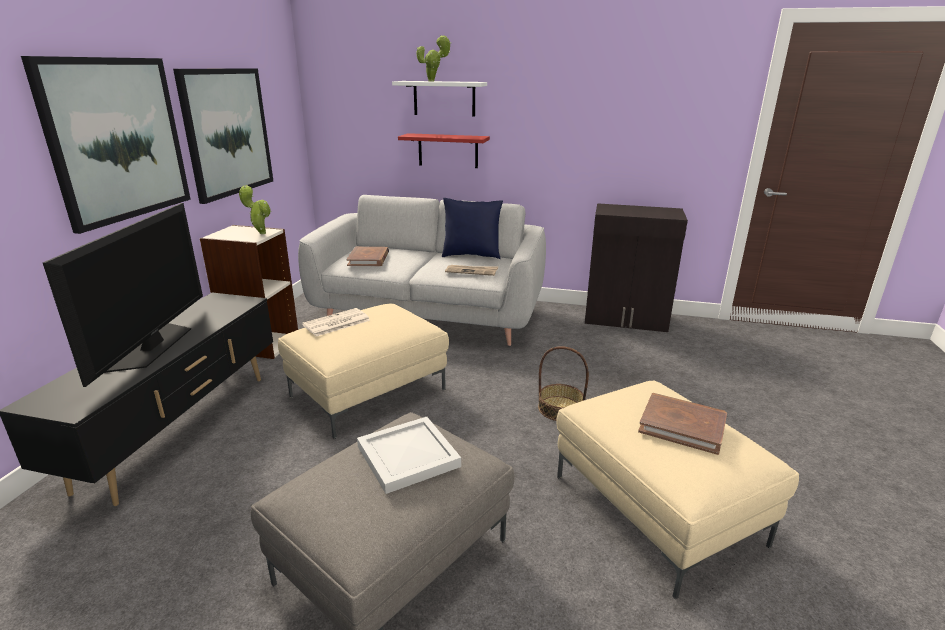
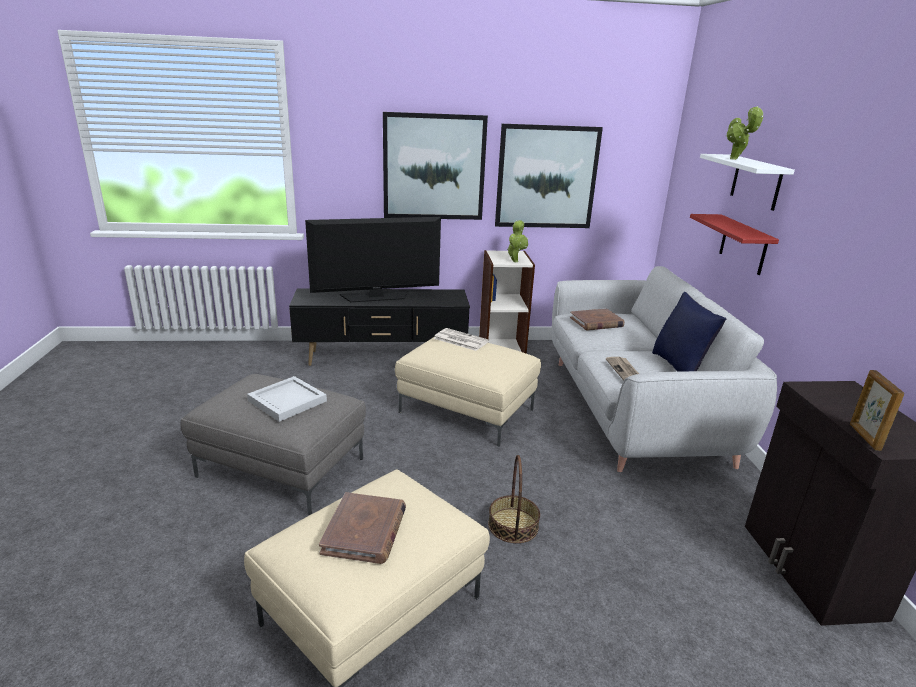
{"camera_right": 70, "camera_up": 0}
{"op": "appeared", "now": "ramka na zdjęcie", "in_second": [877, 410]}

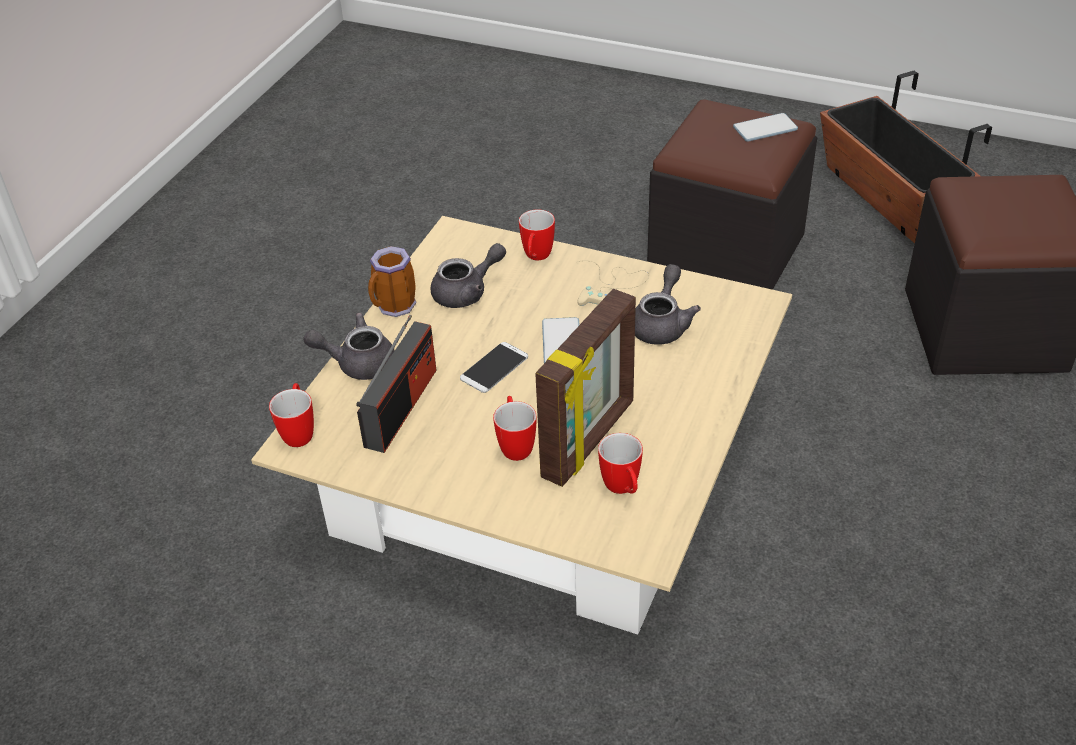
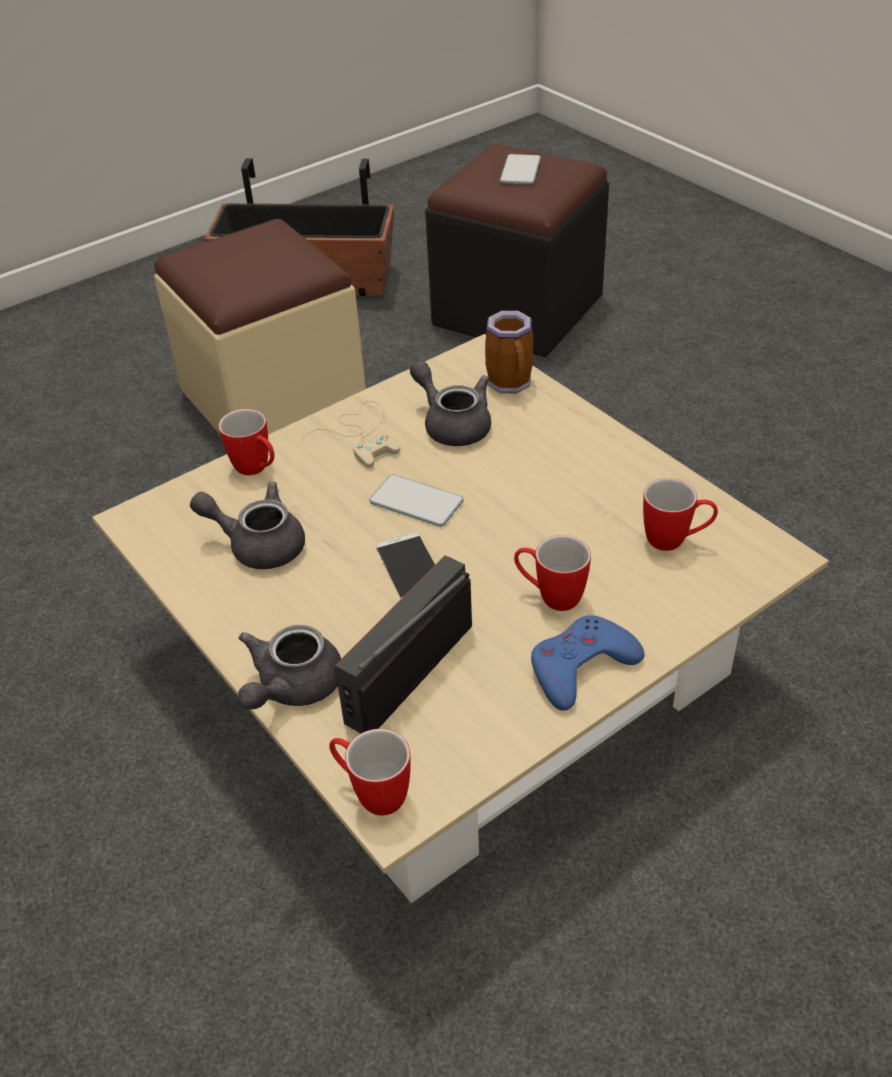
{"camera_right": -60, "camera_up": 0}
{"op": "spun", "was": "radio", "in_first": [396, 384], "in_second": [403, 644], "clockwise": -105}
{"op": "relocated", "was": "kubek", "in_first": [392, 281], "in_second": [509, 352]}
{"op": "spun", "was": "imbryk (szary)", "in_first": [468, 275], "in_second": [247, 525], "clockwise": -75}
{"op": "missing", "was": "ramka na zdjęcie", "in_first": [585, 388]}
{"op": "colour", "was": "pufa (czarny)", "now": "pufa (beżowy)", "in_first": [732, 194], "in_second": [260, 327]}
{"op": "relocated", "was": "telefon", "in_first": [765, 127], "in_second": [520, 169]}
{"op": "appeared", "now": "pad do gier (niebieski)", "in_second": [588, 663]}

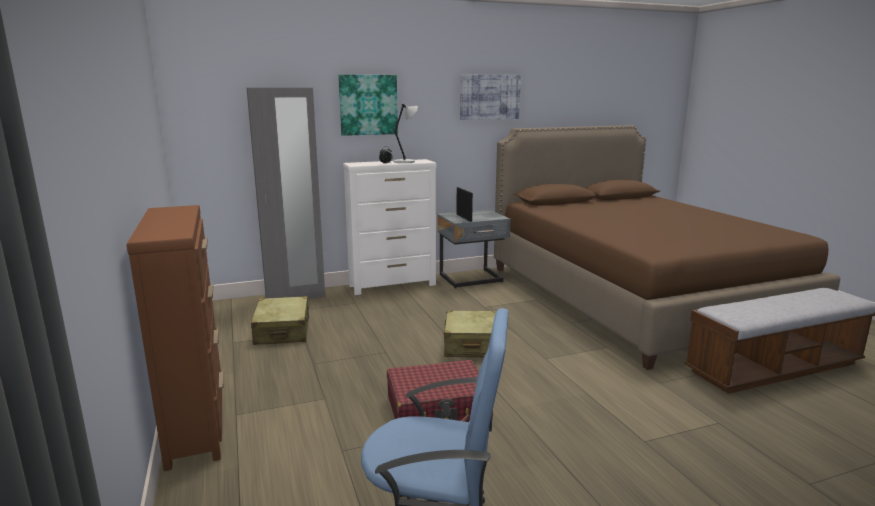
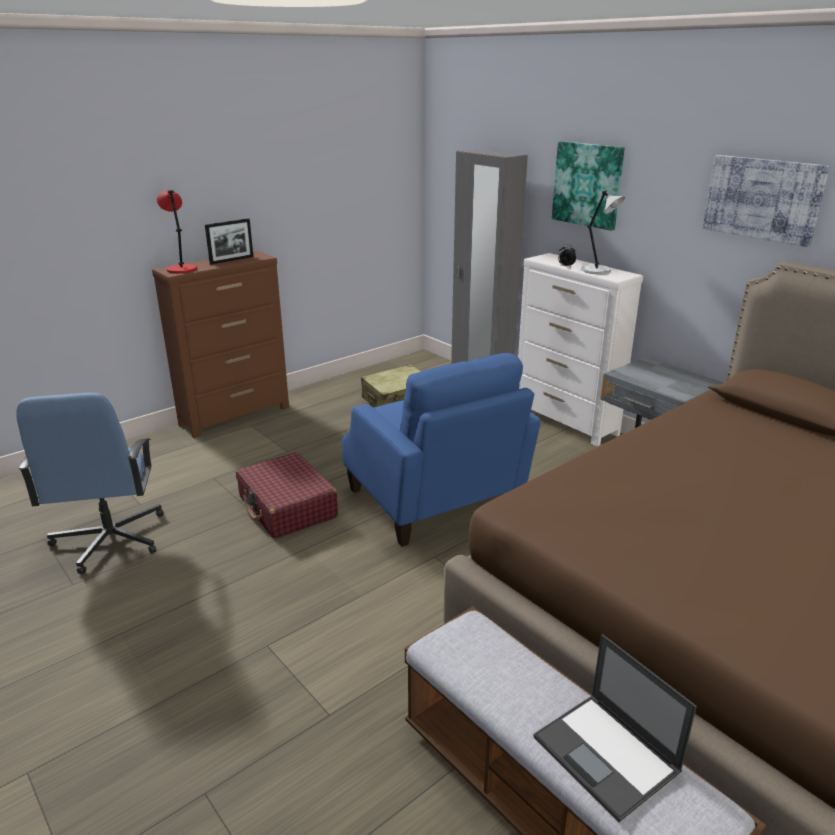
{"camera_right": 70, "camera_up": 10}
{"op": "exchanged", "was": "walizka (beżowy)", "now": "fotel (niebieski)", "in_first": [470, 334], "in_second": [441, 450]}
{"op": "relocated", "was": "ramka na zdjęcie", "in_first": [464, 204], "in_second": [229, 241]}
{"op": "appeared", "now": "lampa stołowa (czerwony)", "in_second": [177, 231]}
{"op": "appeared", "now": "laptop", "in_second": [615, 728]}

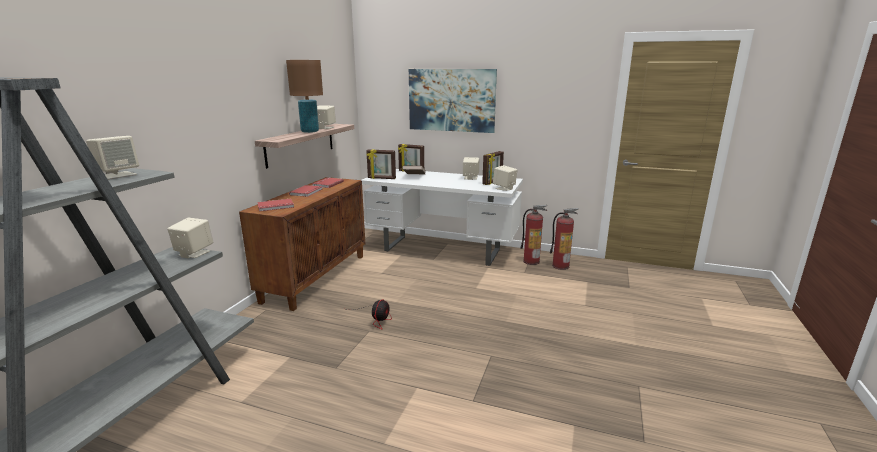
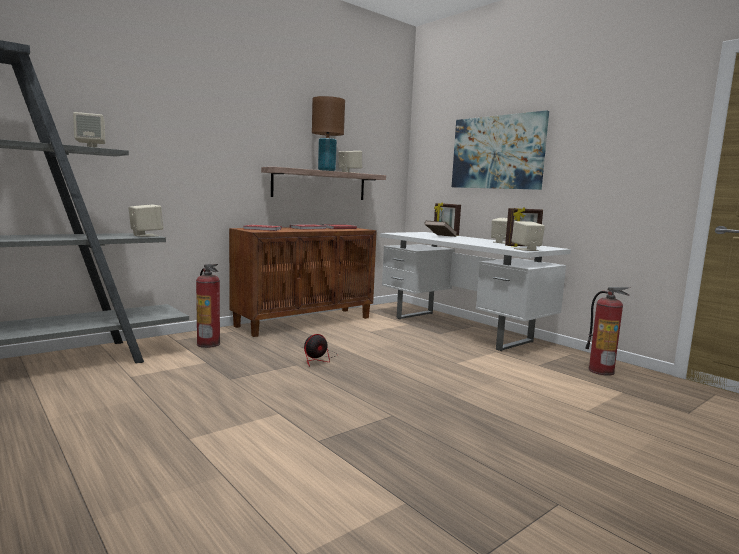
{"camera_right": 30, "camera_up": -10}
{"op": "missing", "was": "ramka na zdjęcie", "in_first": [381, 164]}
{"op": "relocated", "was": "gaśnica", "in_first": [534, 235], "in_second": [208, 306]}

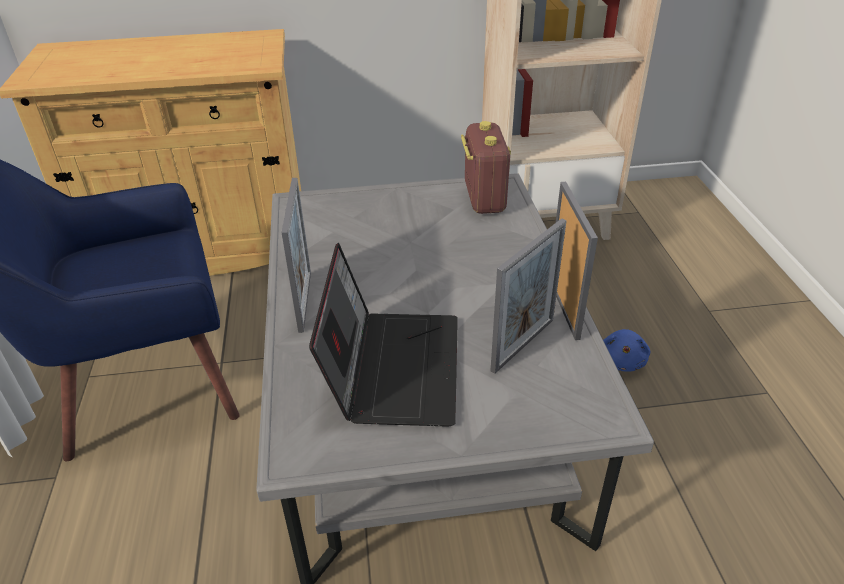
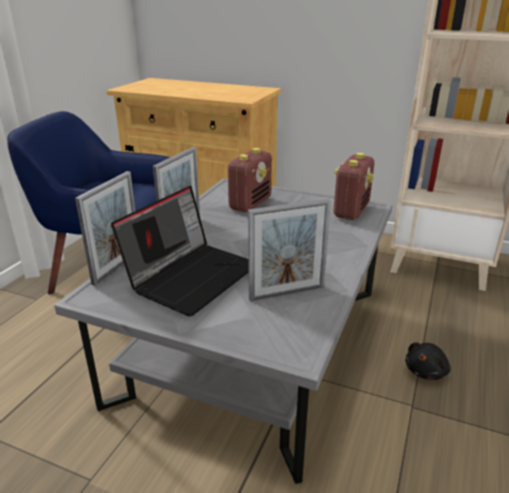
{"camera_right": 30, "camera_up": -10}
{"op": "relocated", "was": "ramka na zdjęcie", "in_first": [577, 261], "in_second": [105, 228]}
{"op": "colour", "was": "pluszak (niebieski)", "now": "pluszak (czarny)", "in_first": [626, 350], "in_second": [428, 361]}
{"op": "appeared", "now": "radio", "in_second": [249, 180]}

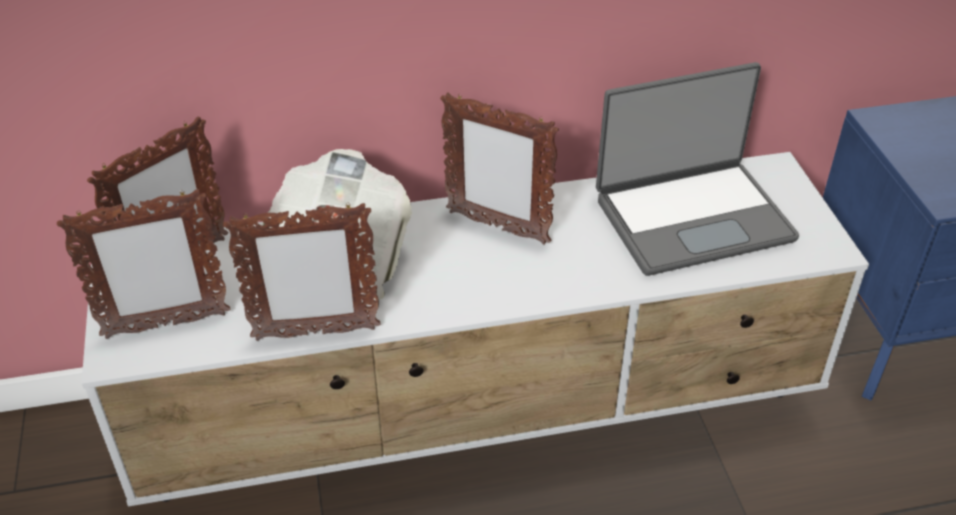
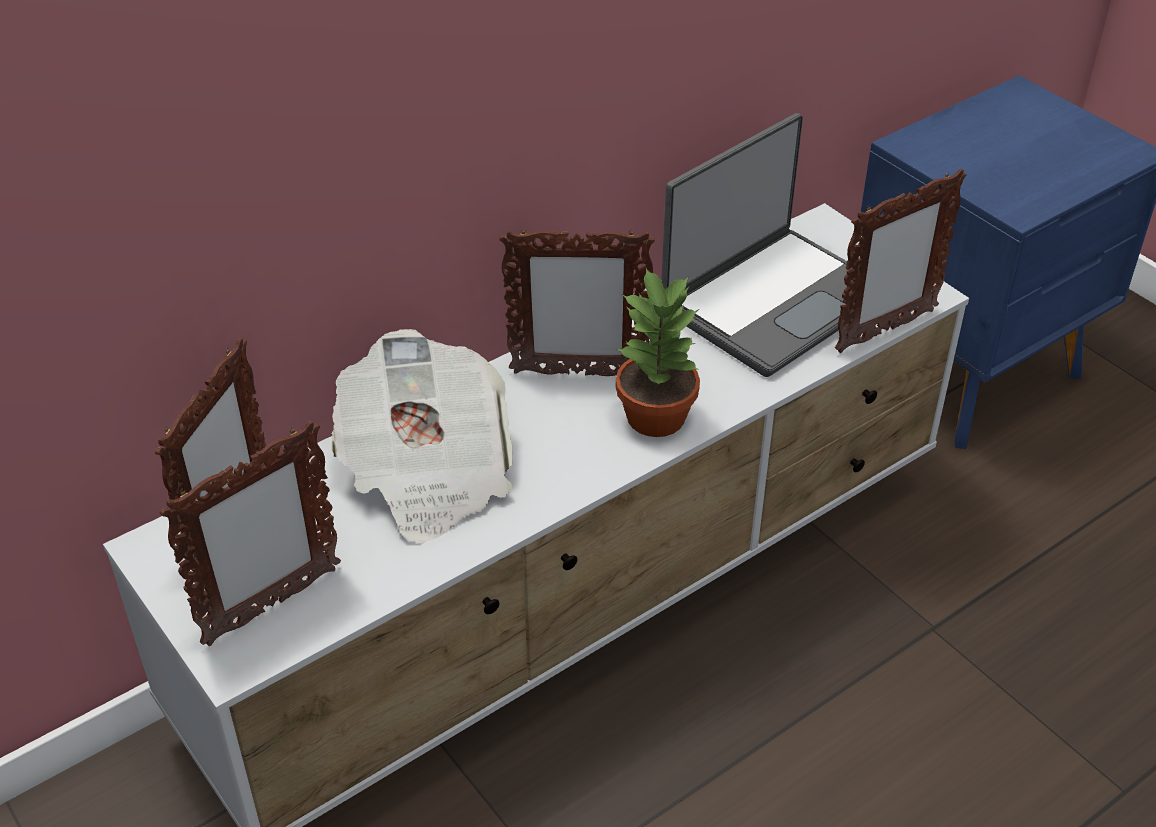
{"camera_right": -25, "camera_up": 0}
{"op": "relocated", "was": "ramka na zdjęcie", "in_first": [302, 271], "in_second": [901, 261]}
{"op": "appeared", "now": "roślina doniczkowa", "in_second": [658, 352]}

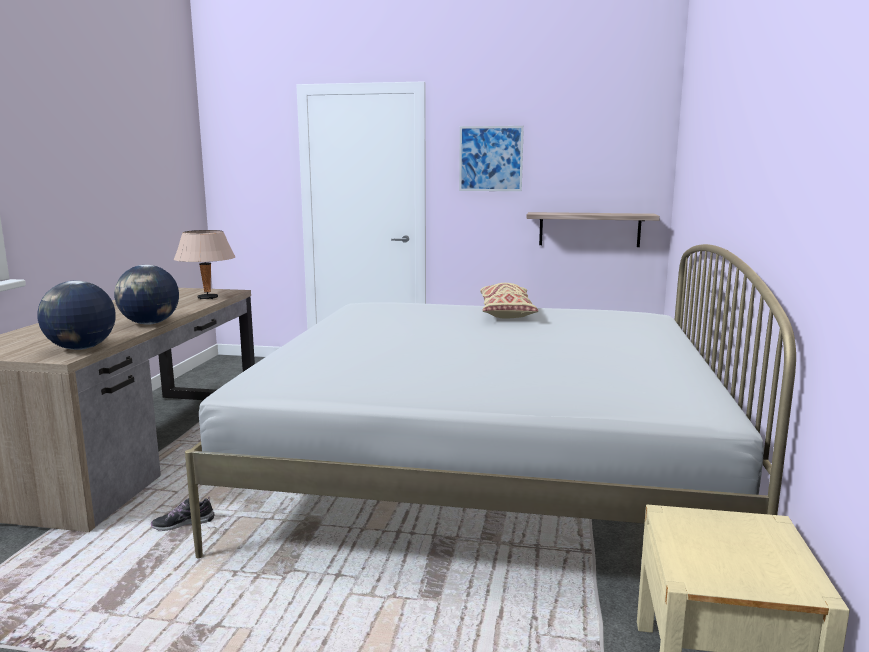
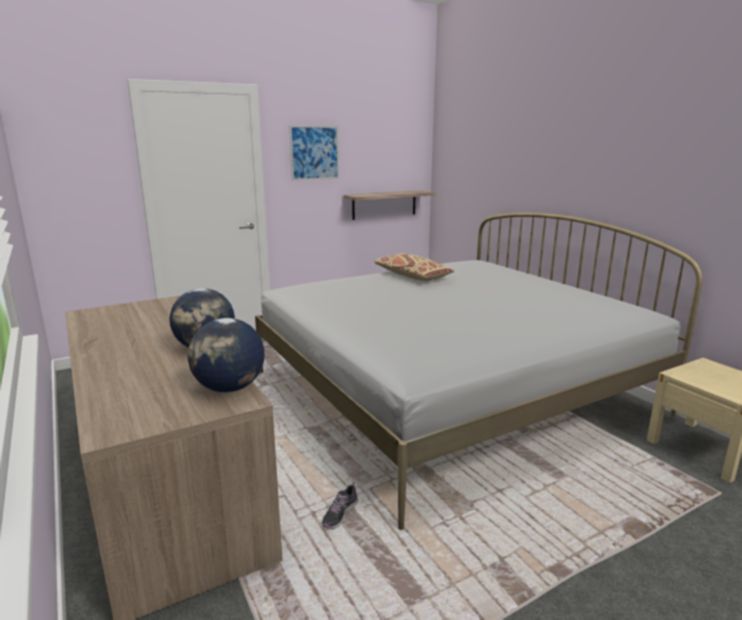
{"camera_right": -40, "camera_up": 5}
{"op": "missing", "was": "lampa stołowa (beżowy)", "in_first": [205, 264]}

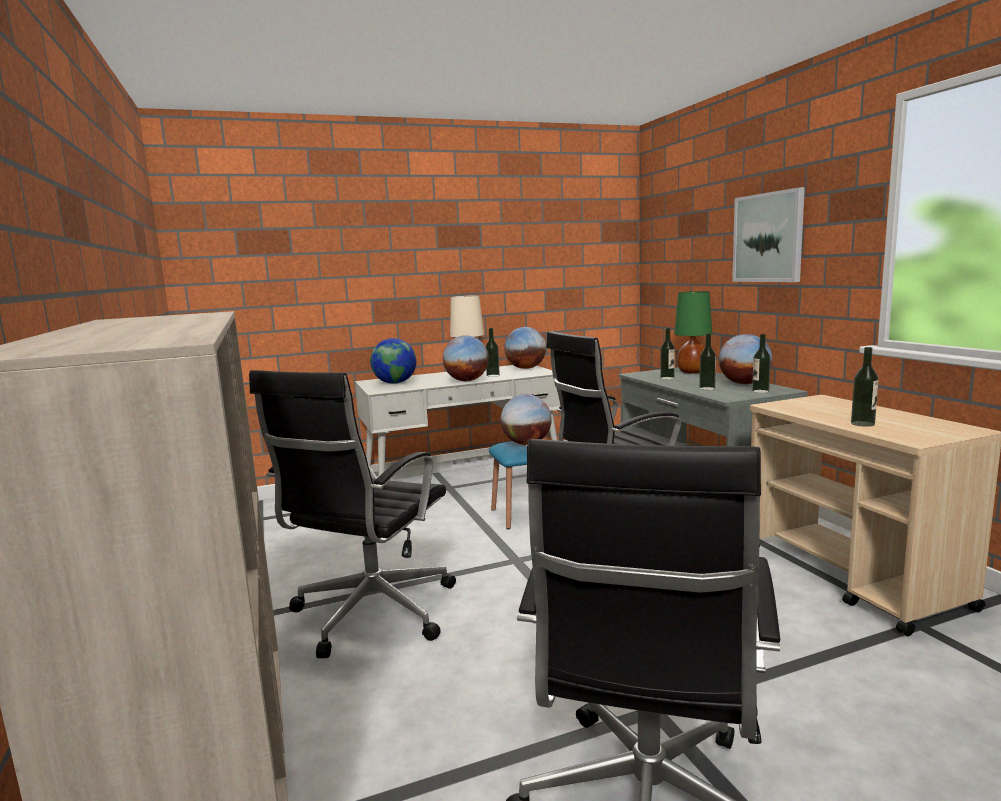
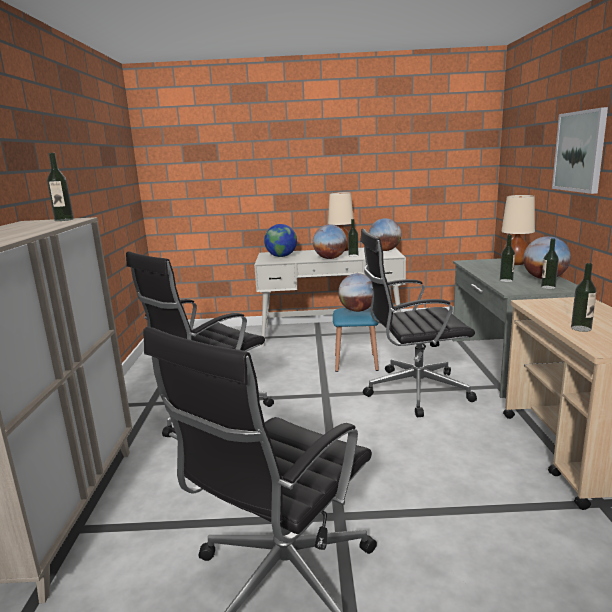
{"camera_right": 20, "camera_up": 5}
{"op": "relocated", "was": "butelka", "in_first": [667, 354], "in_second": [60, 187]}
{"op": "colour", "was": "lampa stołowa (zielony)", "now": "lampa stołowa (beżowy)", "in_first": [693, 332], "in_second": [518, 230]}

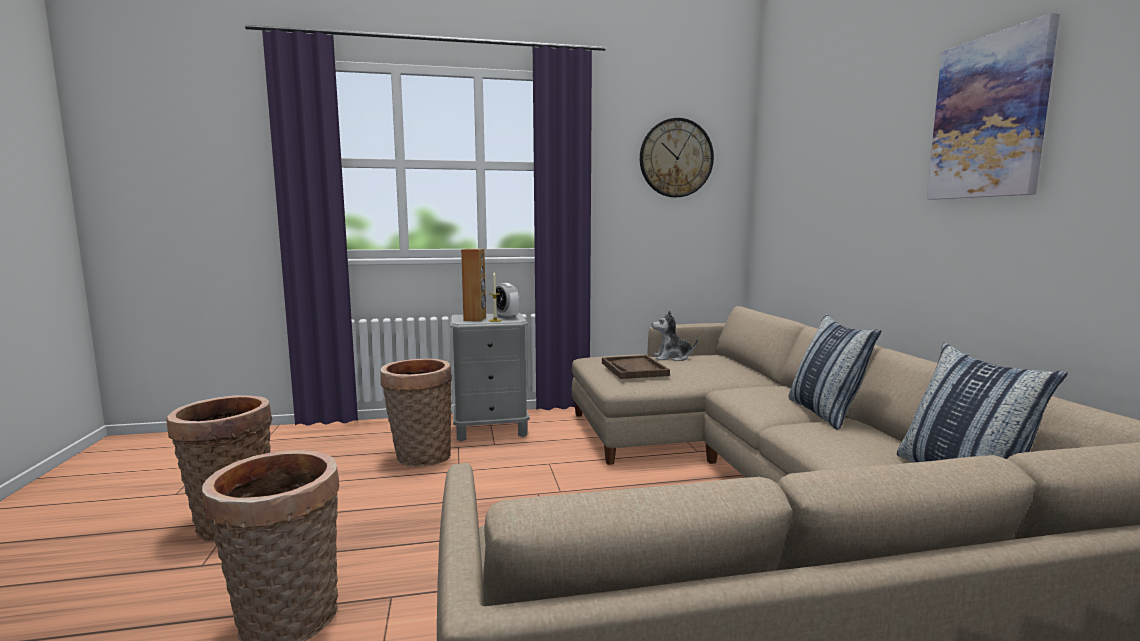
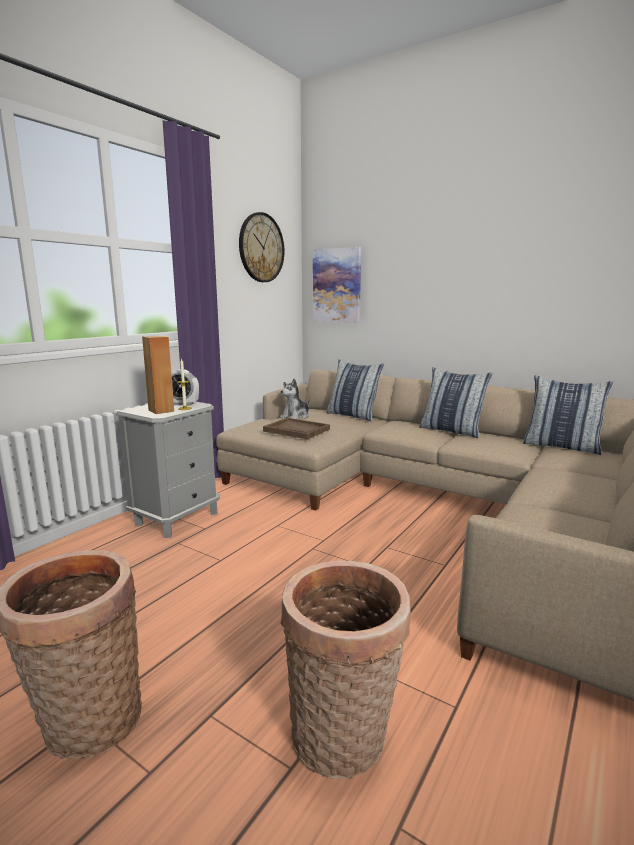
{"camera_right": -45, "camera_up": 5}
{"op": "missing", "was": "koszyk", "in_first": [416, 412]}
{"op": "relocated", "was": "obraz", "in_first": [993, 106], "in_second": [337, 285]}
{"op": "appeared", "now": "poduszka", "in_second": [355, 390]}

